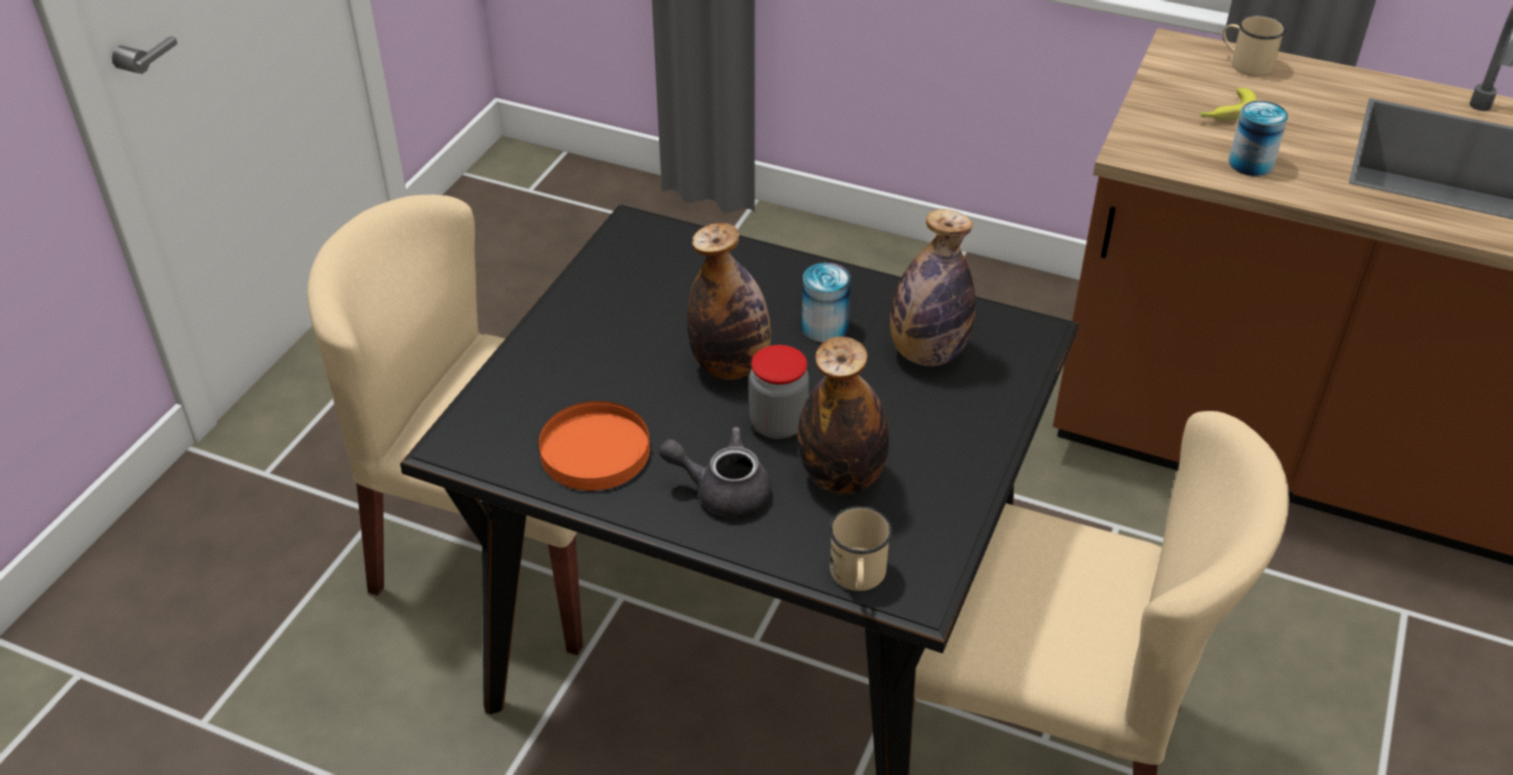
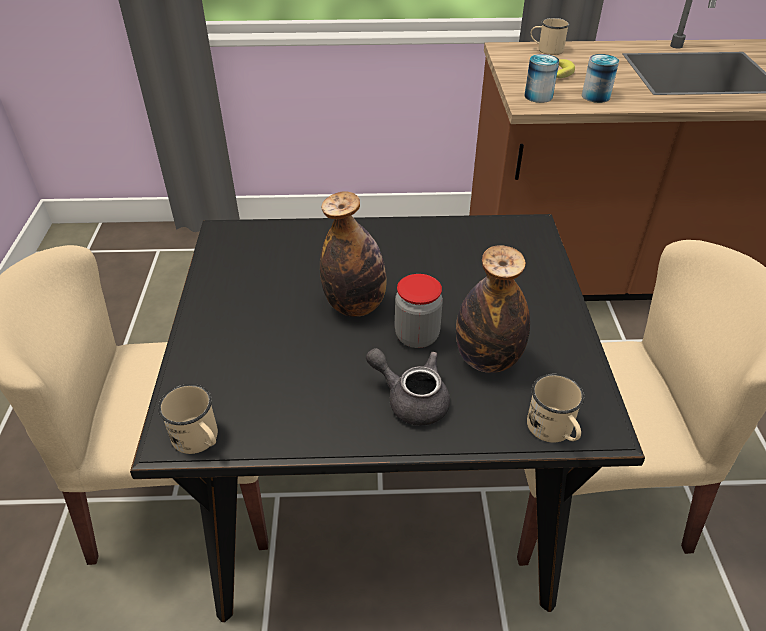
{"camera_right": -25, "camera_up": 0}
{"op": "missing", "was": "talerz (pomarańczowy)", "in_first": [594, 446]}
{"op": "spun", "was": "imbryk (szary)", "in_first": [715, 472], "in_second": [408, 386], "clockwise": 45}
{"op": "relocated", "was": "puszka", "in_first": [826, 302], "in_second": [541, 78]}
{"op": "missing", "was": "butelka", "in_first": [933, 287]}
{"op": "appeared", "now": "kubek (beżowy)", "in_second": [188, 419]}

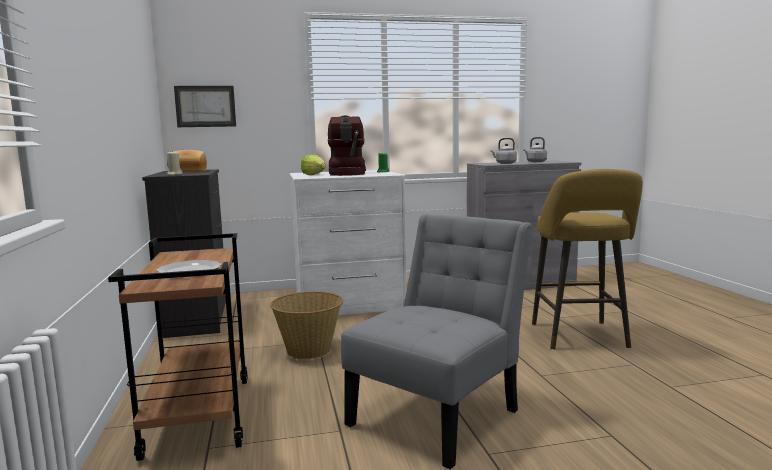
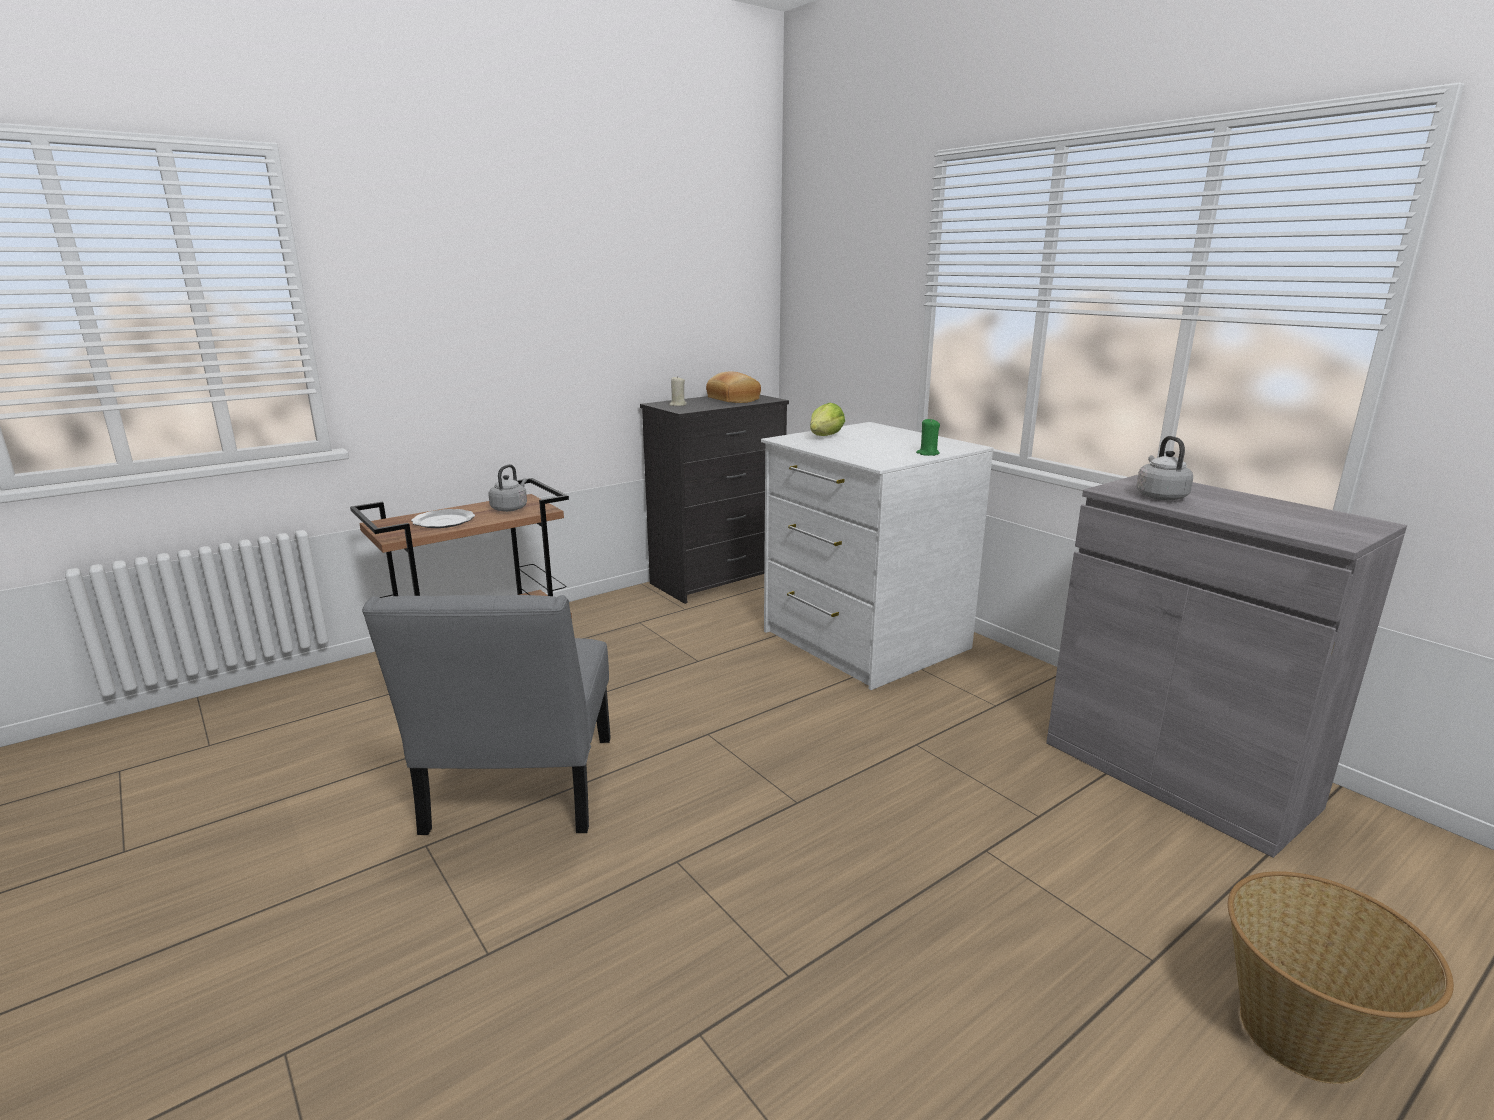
{"camera_right": 65, "camera_up": 10}
{"op": "missing", "was": "obraz", "in_first": [205, 106]}
{"op": "relocated", "was": "koszyk", "in_first": [307, 325], "in_second": [1341, 977]}
{"op": "missing", "was": "ekspres do kawy", "in_first": [346, 146]}
{"op": "spun", "was": "krzesło (szary)", "in_first": [436, 341], "in_second": [486, 715], "clockwise": 75}
{"op": "relocated", "was": "czajnik (szary)", "in_first": [535, 149], "in_second": [507, 488]}
{"op": "missing", "was": "stołek (żółty)", "in_first": [587, 259]}

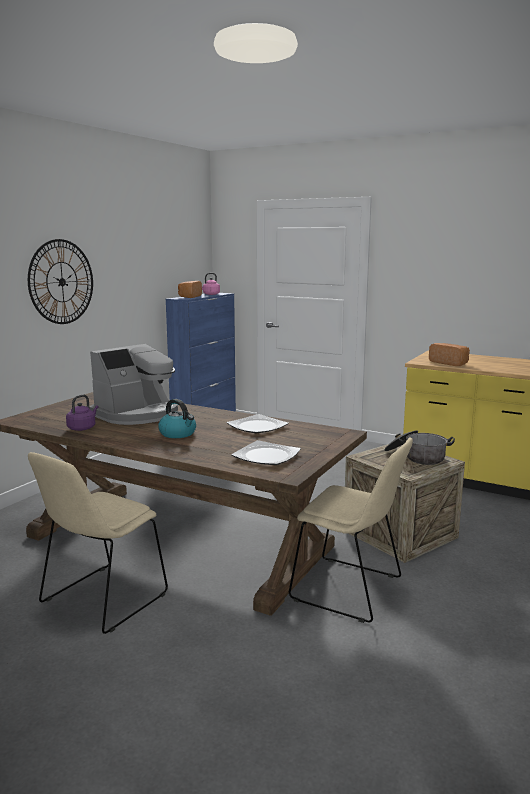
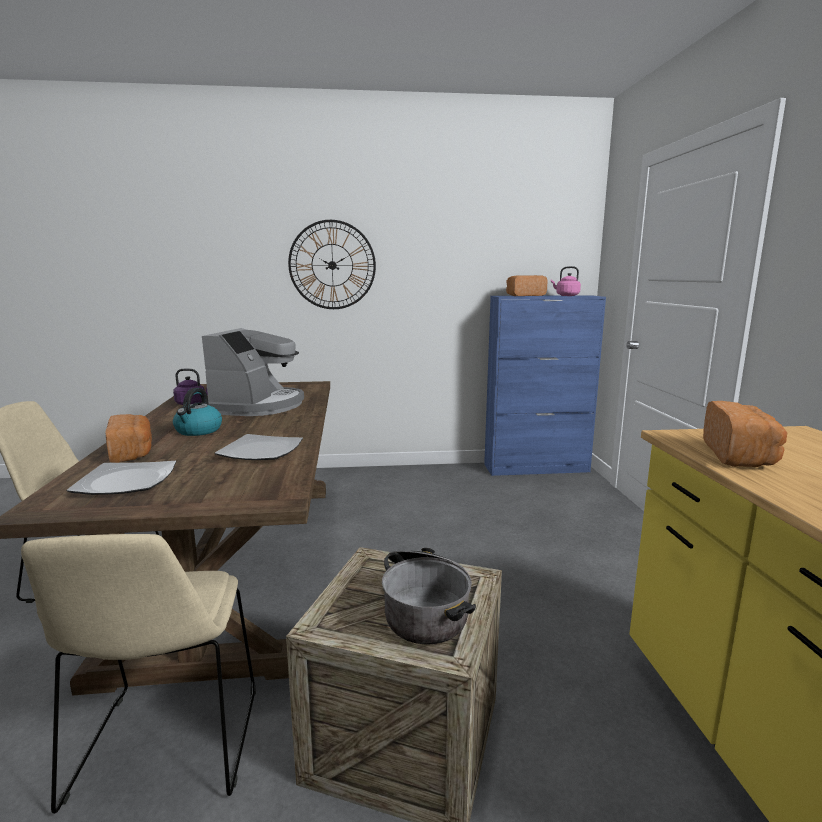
{"camera_right": 55, "camera_up": 0}
{"op": "spun", "was": "ekspres do kawy", "in_first": [134, 384], "in_second": [253, 372], "clockwise": -90}
{"op": "appeared", "now": "chleb", "in_second": [129, 438]}

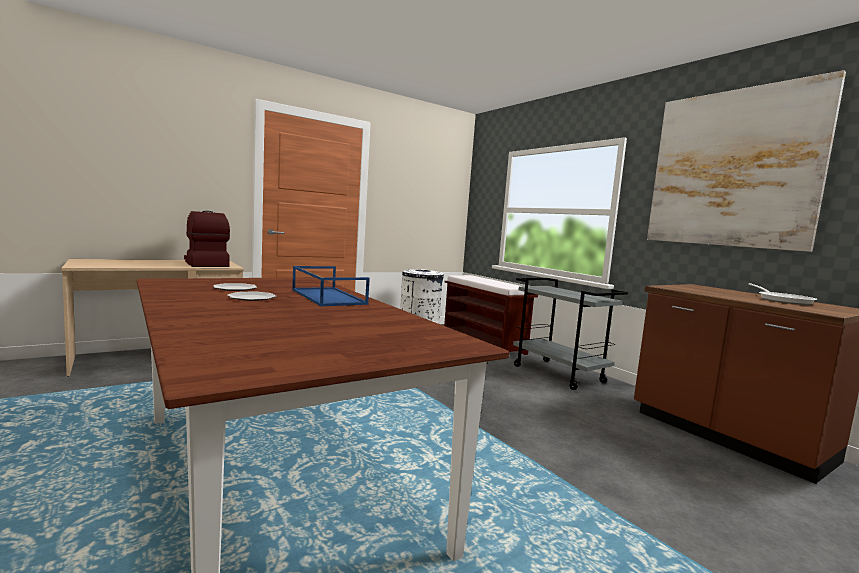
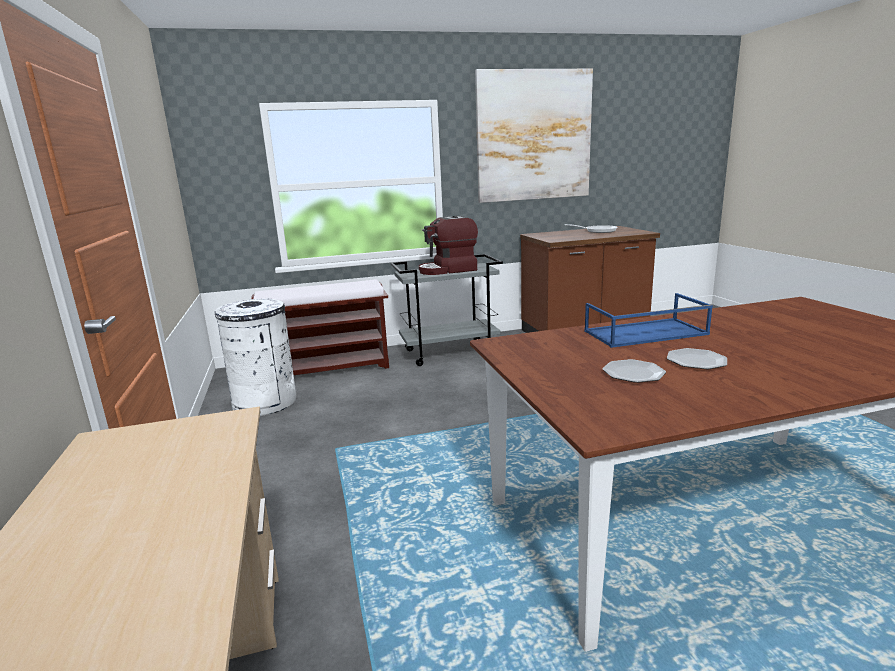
{"camera_right": -70, "camera_up": 10}
{"op": "relocated", "was": "ekspres do kawy", "in_first": [207, 239], "in_second": [448, 245]}

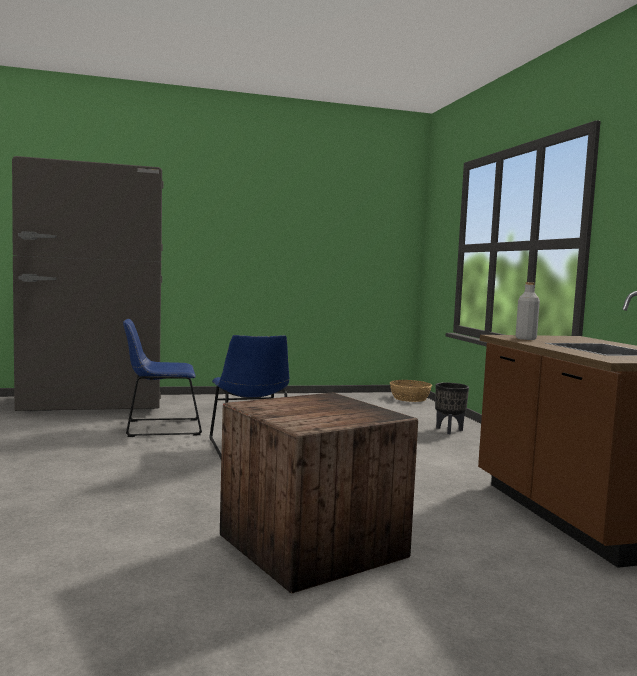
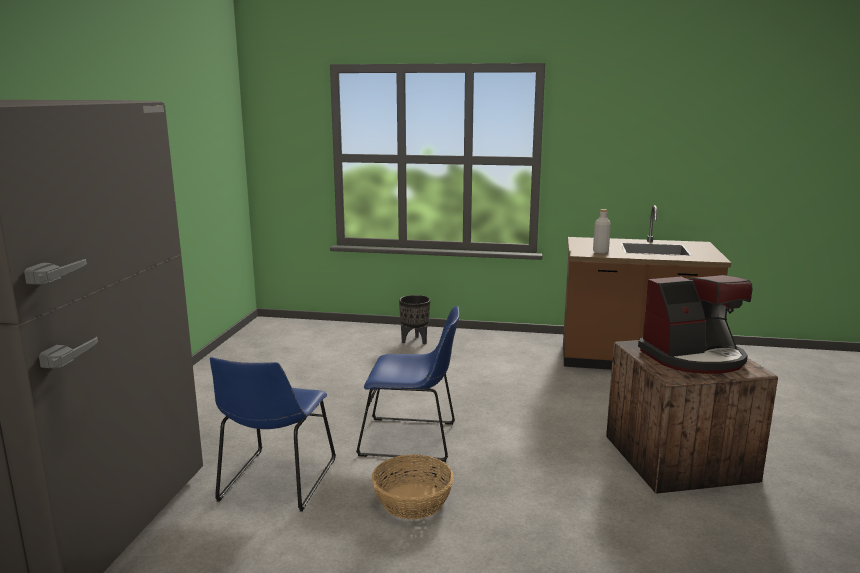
{"camera_right": -65, "camera_up": 10}
{"op": "relocated", "was": "koszyk", "in_first": [411, 391], "in_second": [413, 486]}
{"op": "appeared", "now": "ekspres do kawy", "in_second": [695, 324]}

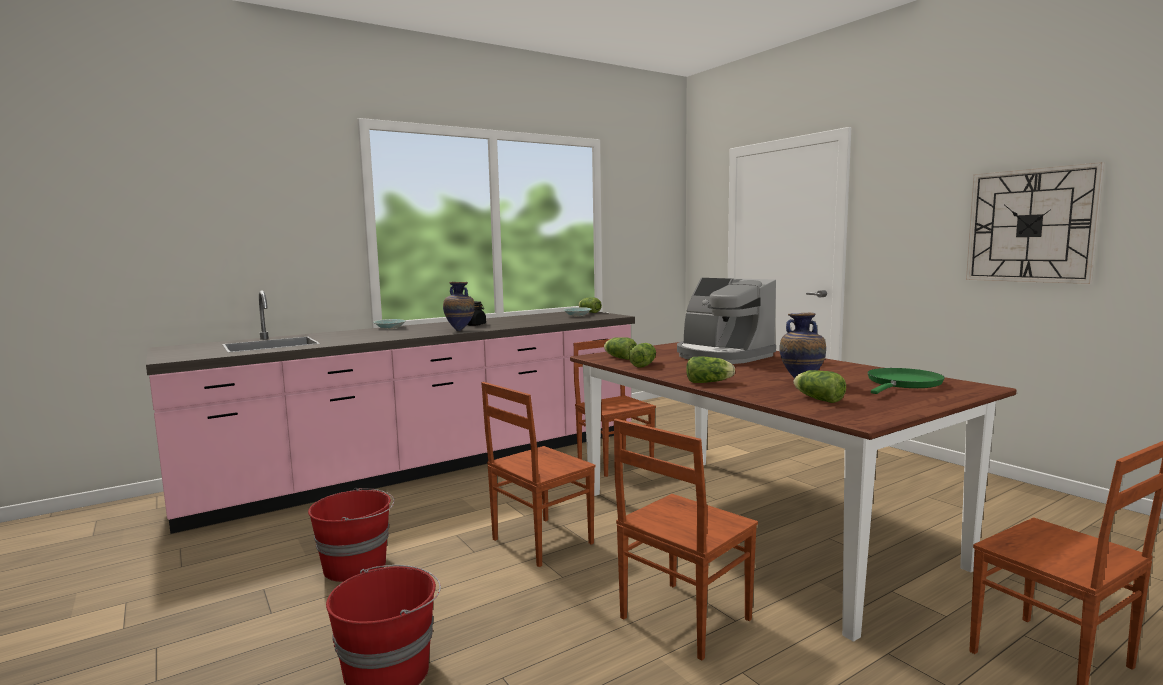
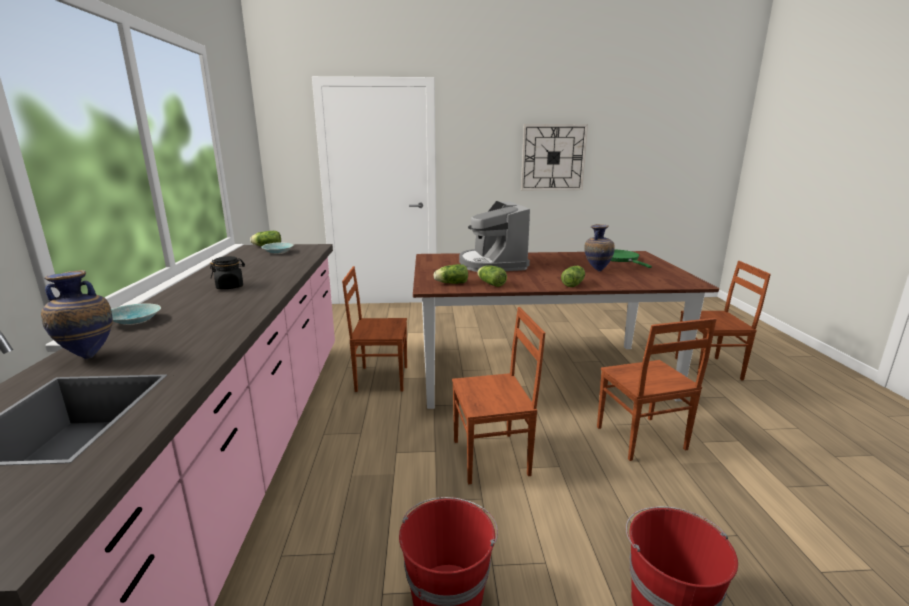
{"camera_right": -60, "camera_up": 10}
{"op": "relocated", "was": "wazon", "in_first": [459, 306], "in_second": [77, 314]}
{"op": "spun", "was": "krzesło (brązowy)", "in_first": [538, 474], "in_second": [498, 395], "clockwise": -90}
{"op": "spun", "was": "ekspres do kawy", "in_first": [726, 321], "in_second": [494, 236], "clockwise": 90}
{"op": "missing", "was": "sałata", "in_first": [819, 386]}

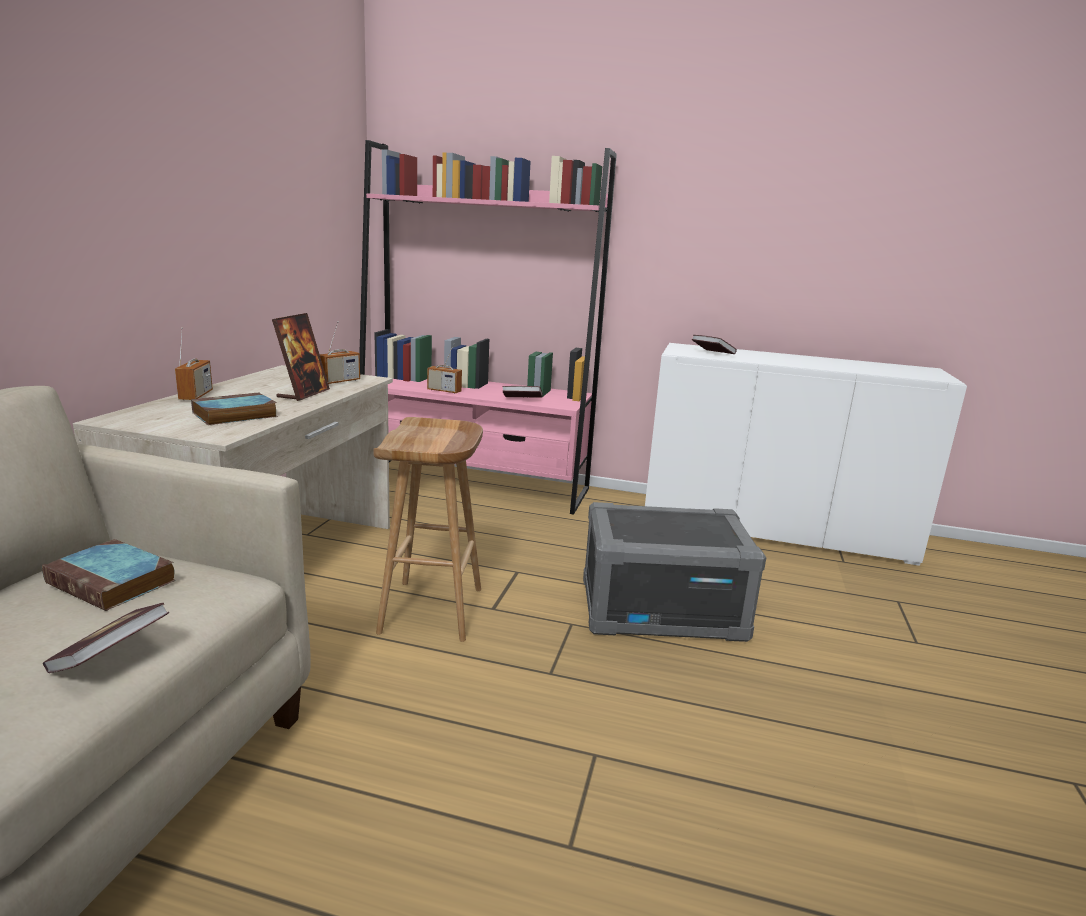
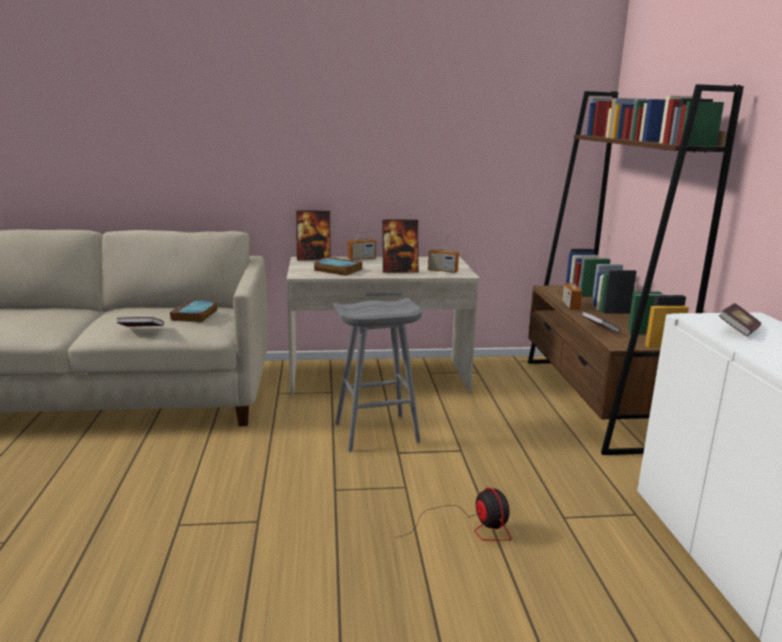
{"camera_right": 70, "camera_up": 0}
{"op": "colour", "was": "regał (różowy)", "now": "regał (brązowy)", "in_first": [488, 327], "in_second": [636, 269]}
{"op": "colour", "was": "stołek (brązowy)", "now": "stołek (szary)", "in_first": [428, 529], "in_second": [378, 375]}
{"op": "exchanged", "was": "pojemnik do przechowywania (szary)", "now": "wentylator", "in_first": [674, 572], "in_second": [453, 514]}
{"op": "appeared", "now": "ramka na zdjęcie", "in_second": [313, 235]}

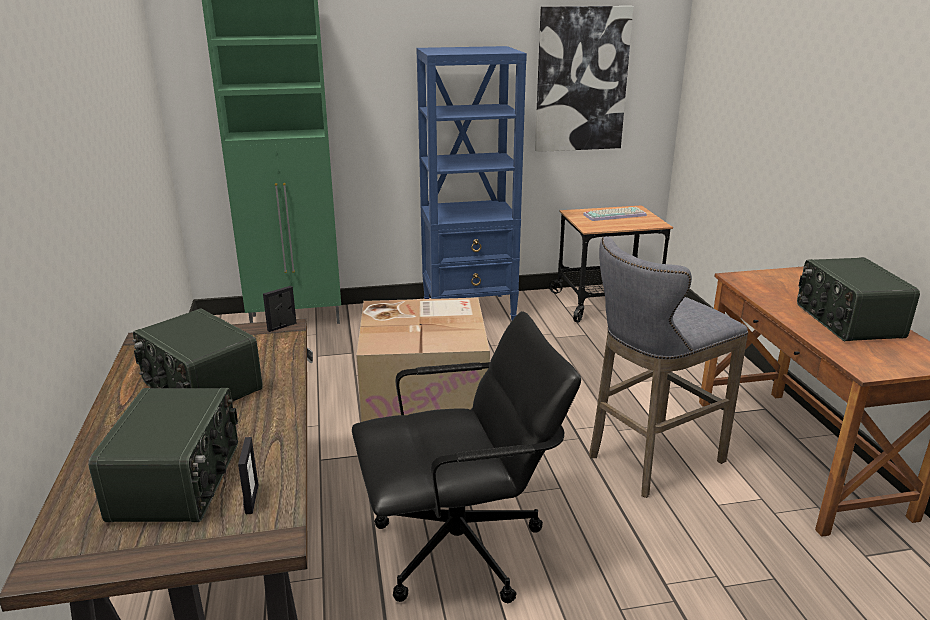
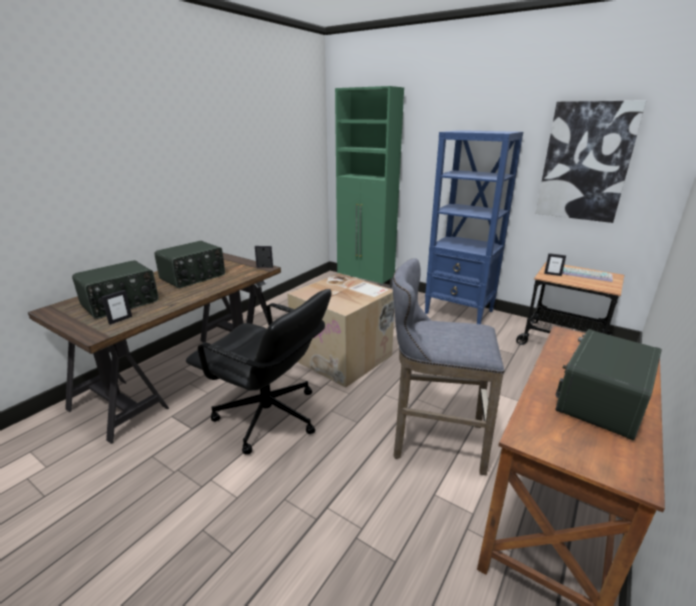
{"camera_right": 45, "camera_up": 0}
{"op": "spun", "was": "radio", "in_first": [197, 354], "in_second": [189, 264], "clockwise": -135}
{"op": "appeared", "now": "ramka na zdjęcie", "in_second": [555, 264]}

